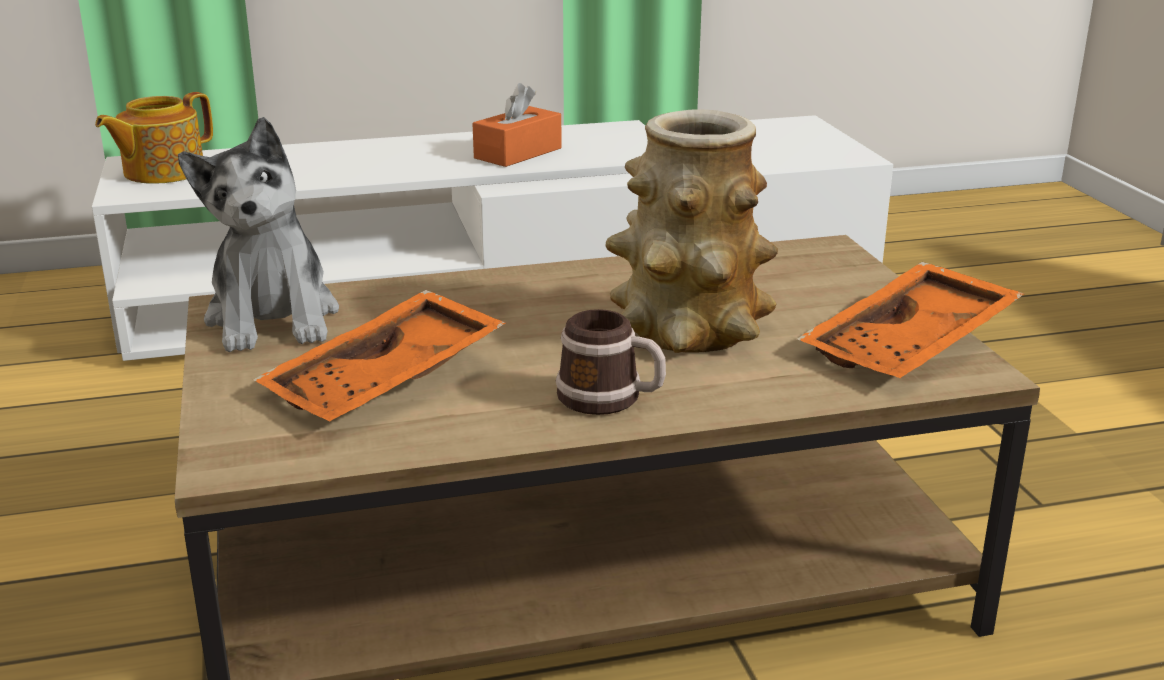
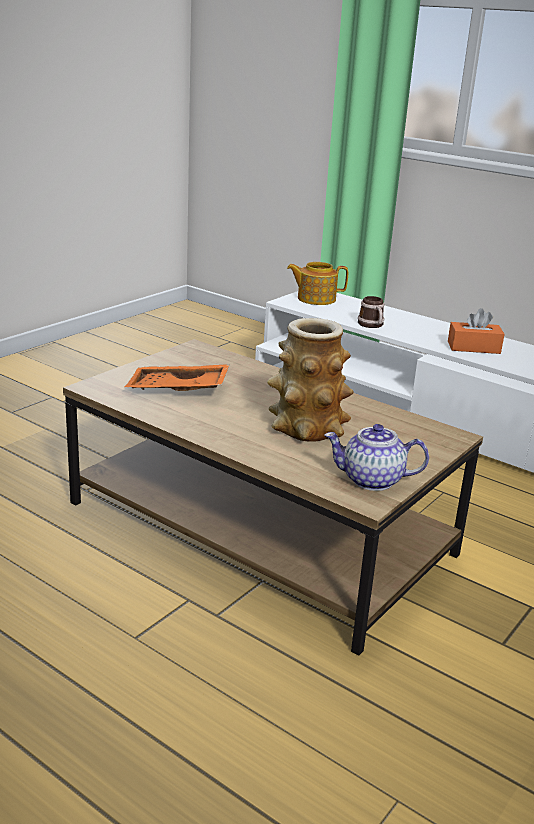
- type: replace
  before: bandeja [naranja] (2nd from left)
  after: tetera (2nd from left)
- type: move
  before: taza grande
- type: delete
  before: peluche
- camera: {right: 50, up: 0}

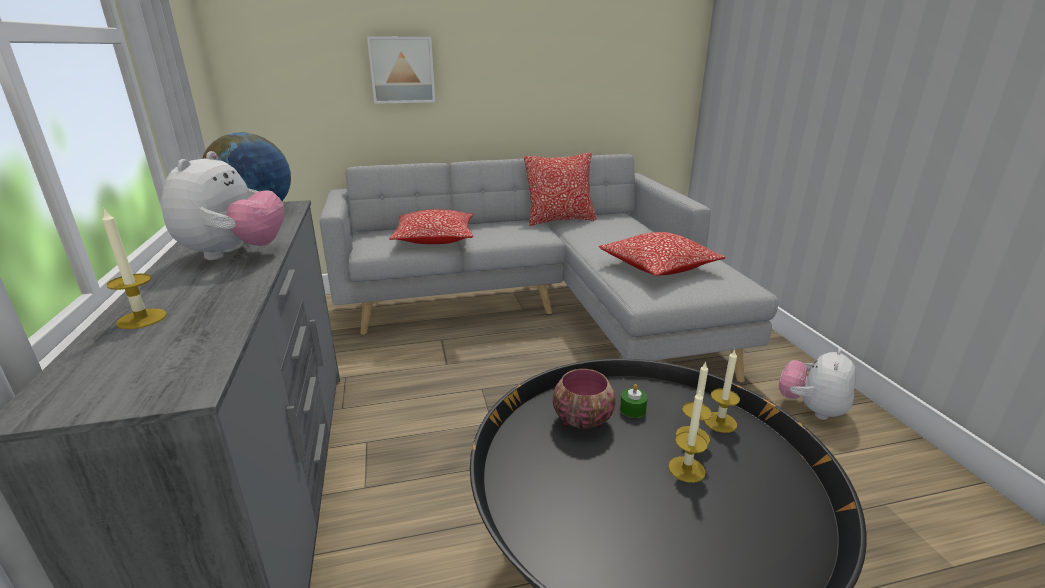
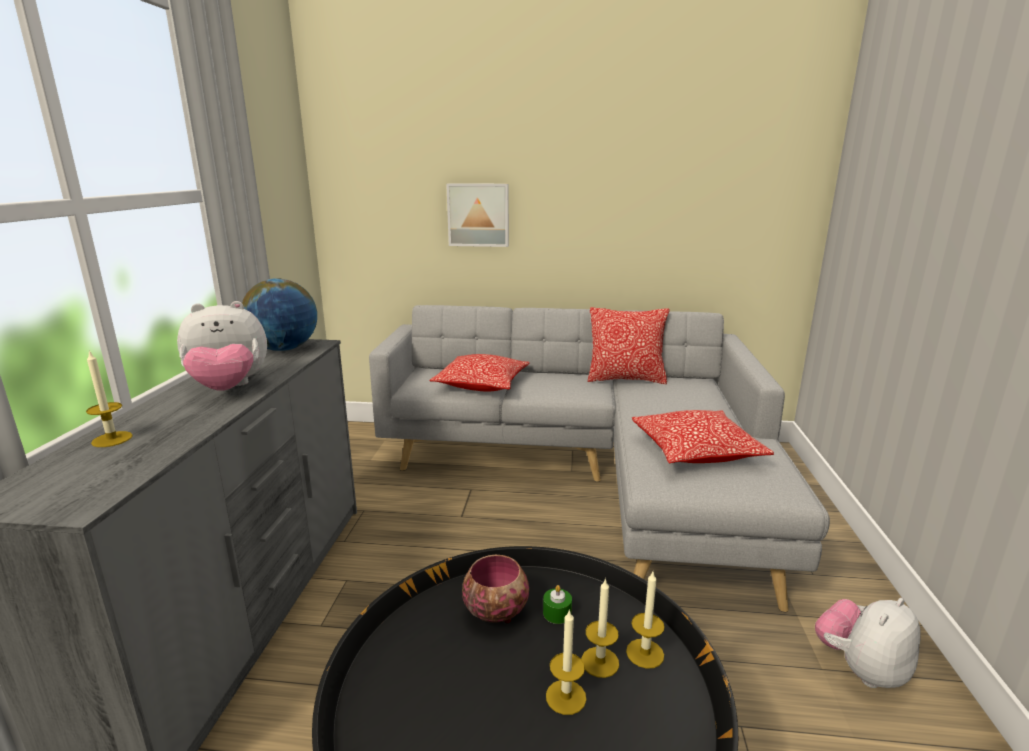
- type: rotate
  before: peluche (1st from left)
  turn: 45
- camera: {right: 20, up: -5}

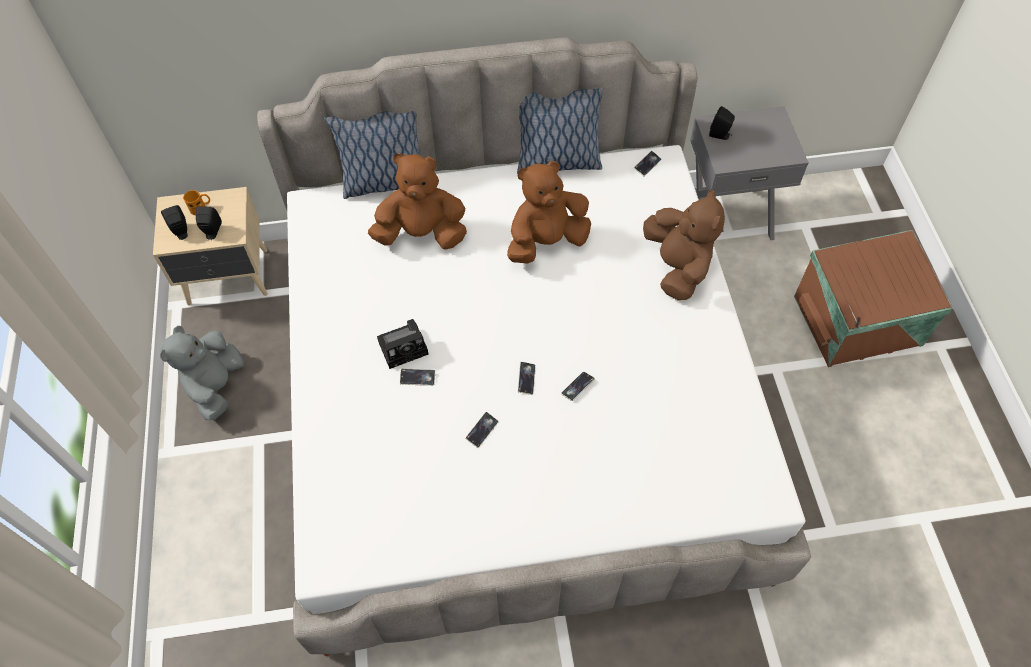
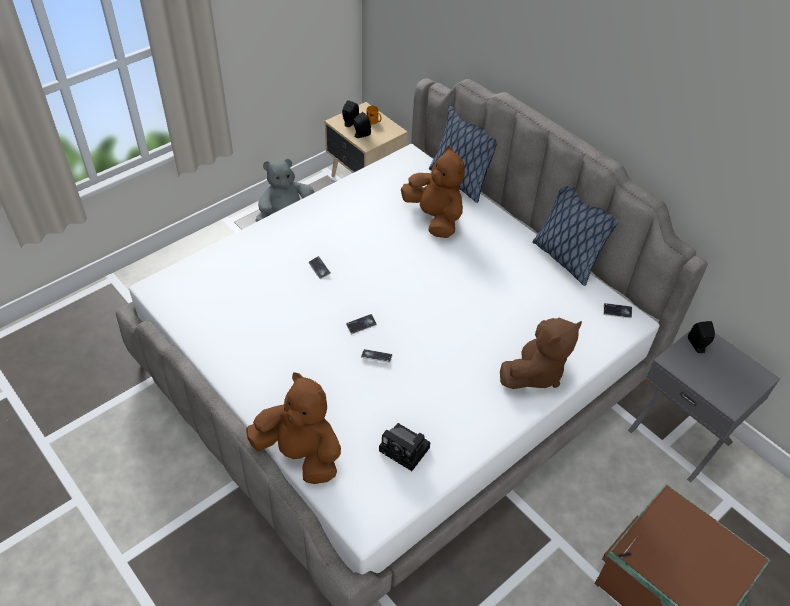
- type: move
  before: peluche [marrón] (2nd from left in the first image)
  after: peluche [marrón] (1st from left)
- type: move
  before: cámara
- type: delete
  before: móvil (2nd from left)
- camera: {right: 55, up: -10}

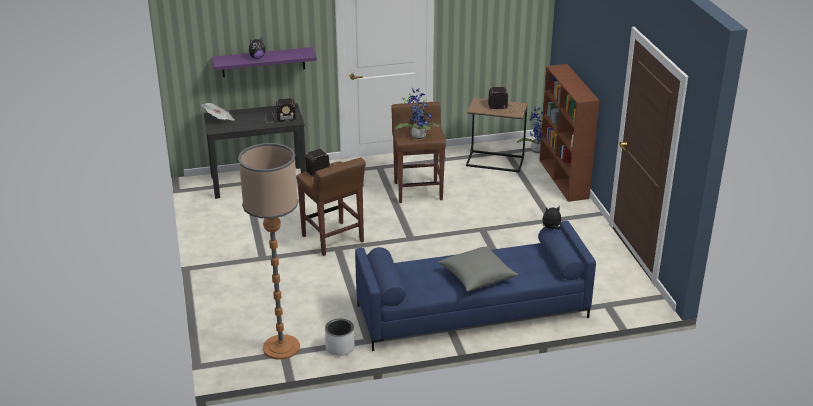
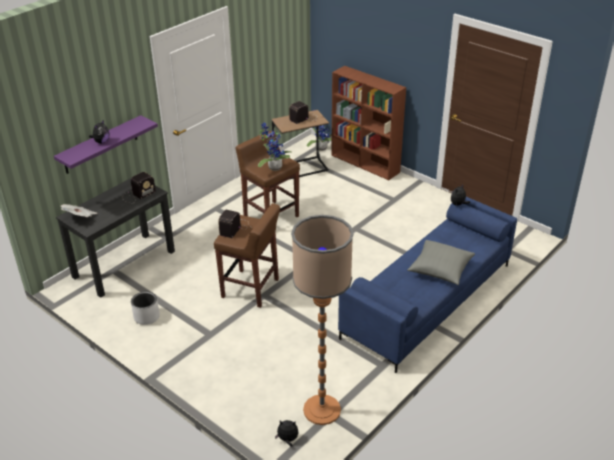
- type: move
  before: maceta [blanco]
- type: insert
  after: peluche (2nd from left)
- camera: {right: -35, up: 5}

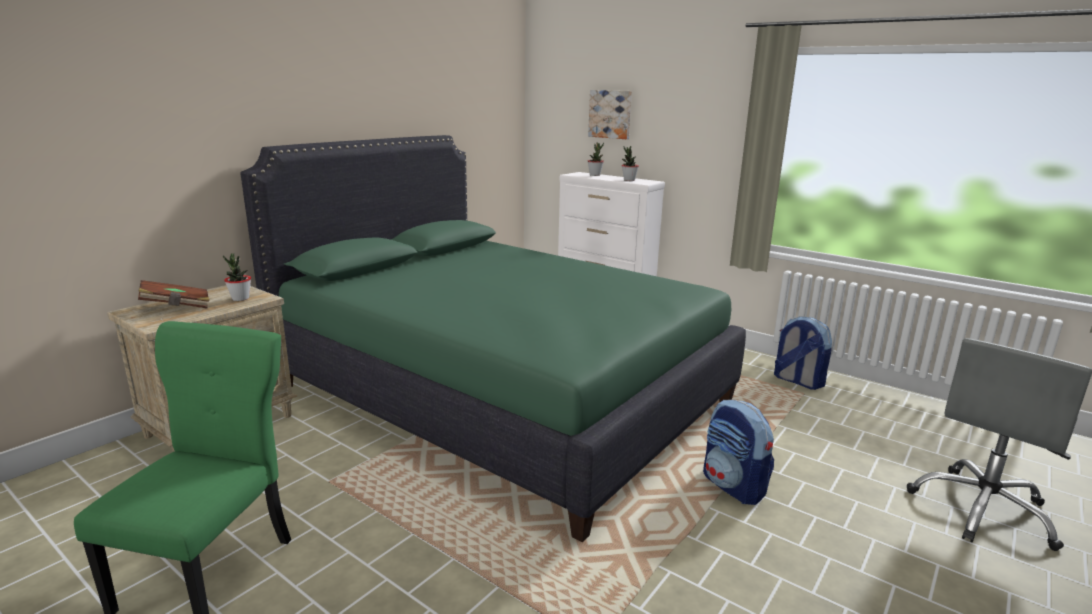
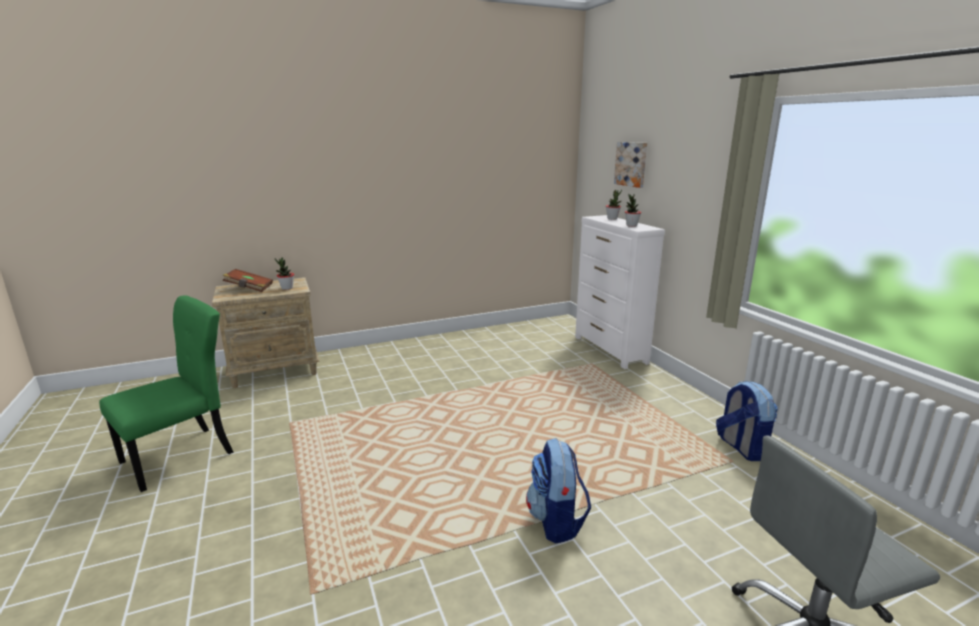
- type: delete
  before: cama [verde]
- camera: {right: 30, up: 0}

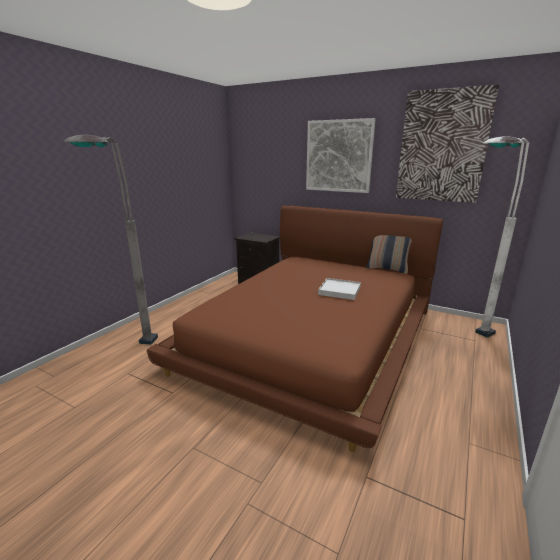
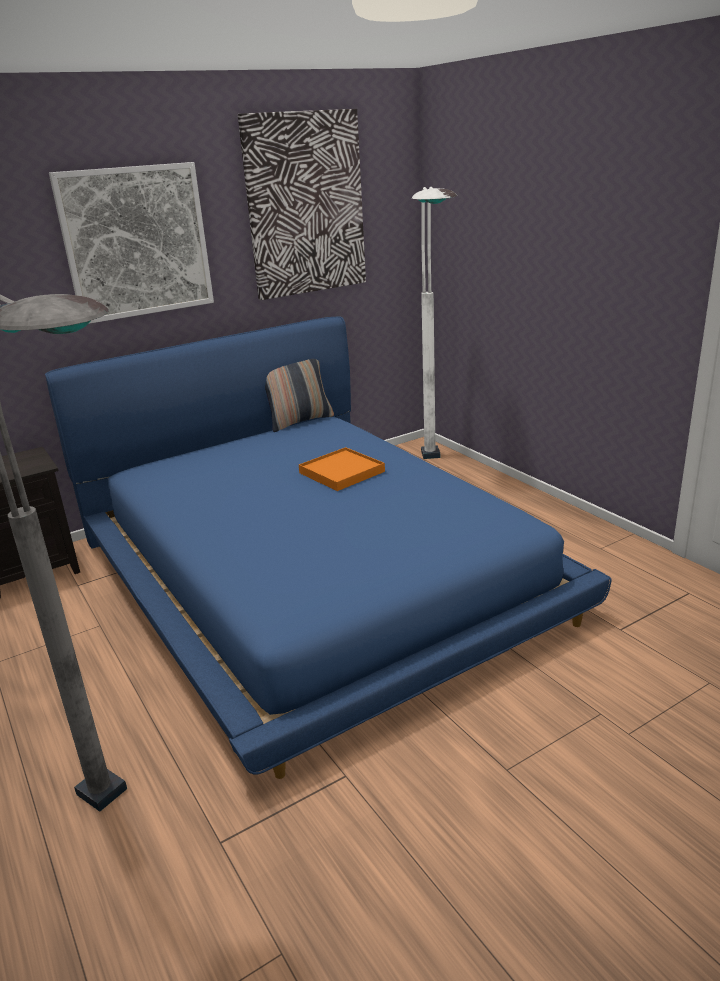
- type: recolor
  before: cama [marrón]
  after: cama [azul]
- type: recolor
  before: bandeja [blanco]
  after: bandeja [naranja]
- camera: {right: -60, up: 5}

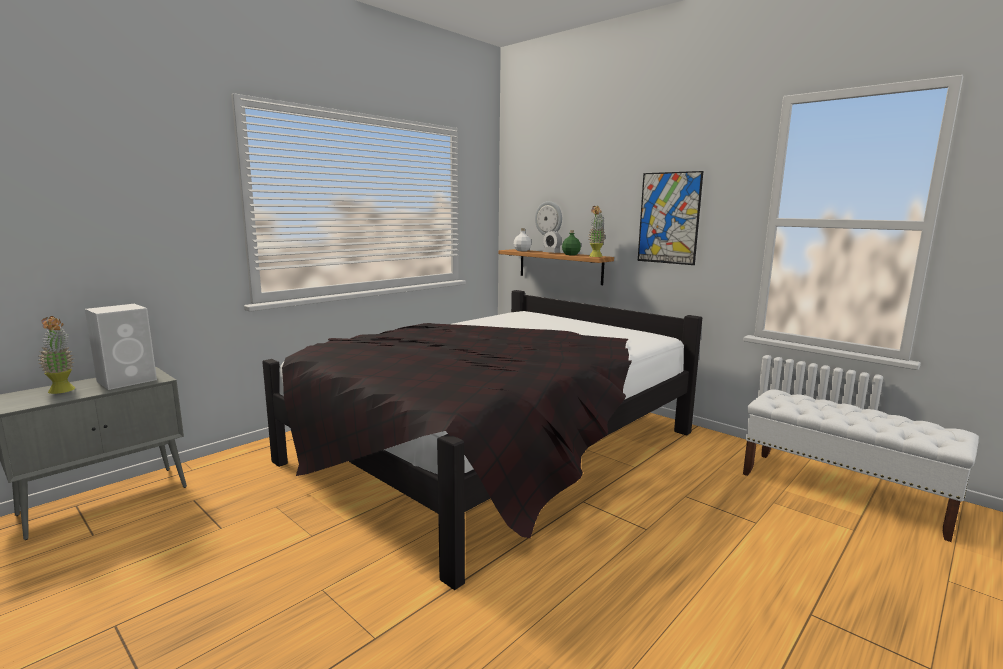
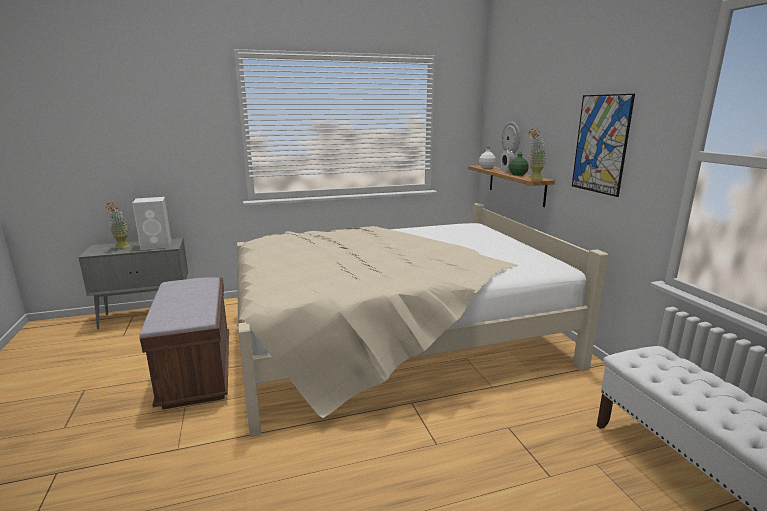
- type: insert
  after: banco [marrón]
- type: recolor
  before: cama [negro]
  after: cama [beis]
- camera: {right: 30, up: 5}

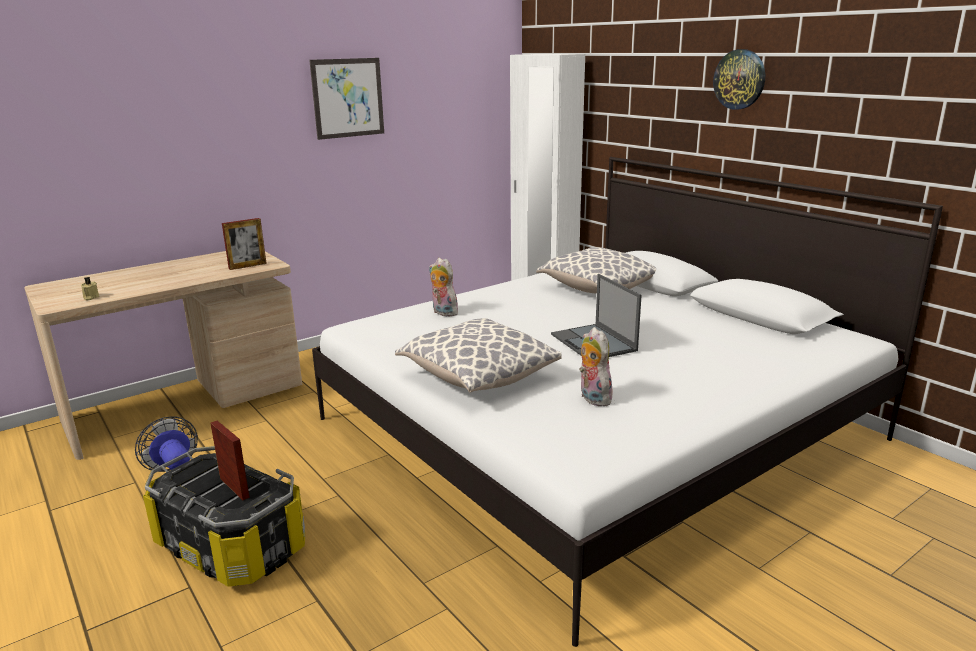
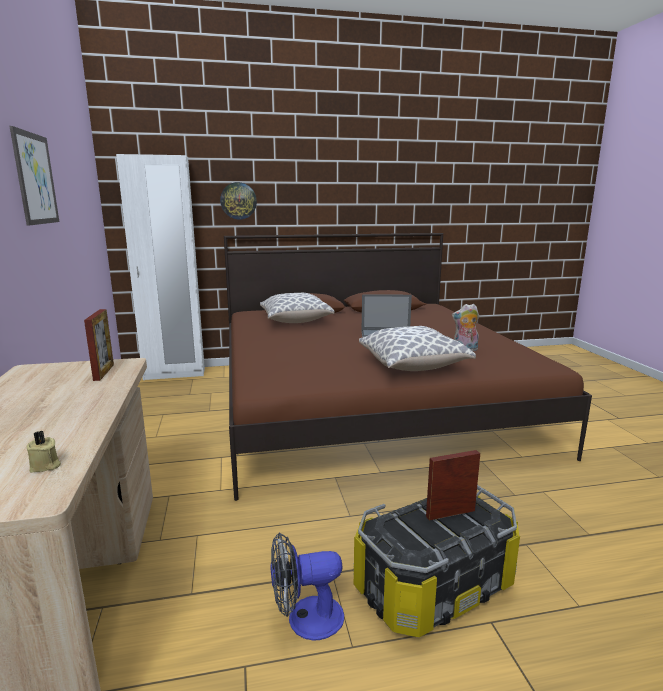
- type: move
  before: reloj de pared
- type: recolor
  before: cama [blanco]
  after: cama [marrón]
- type: delete
  before: peluche (1st from left)
- camera: {right: -65, up: -5}

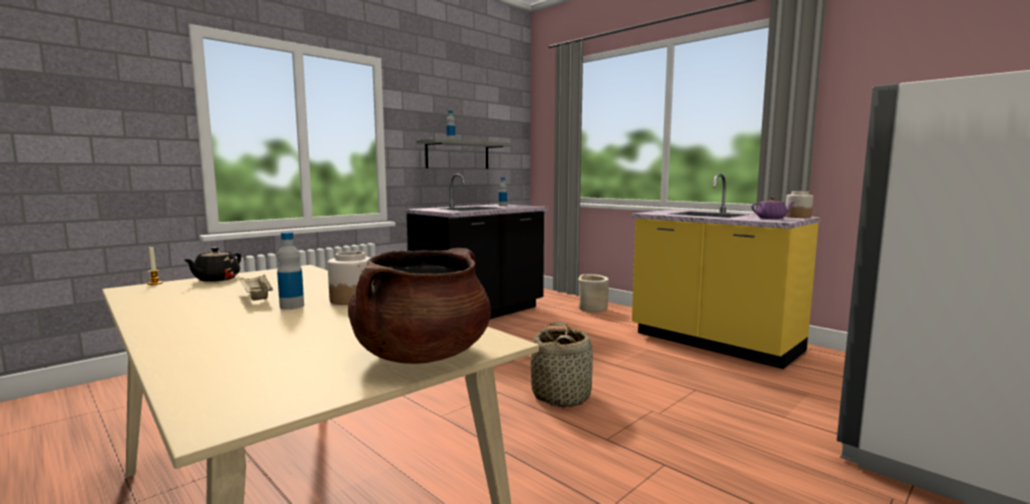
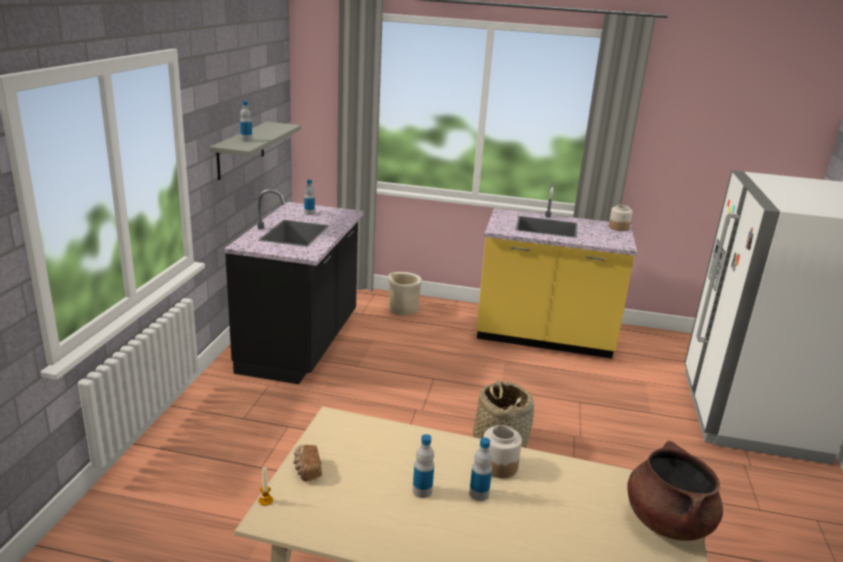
- type: replace
  before: tetera [negro]
  after: pan
- type: replace
  before: bandeja [beis]
  after: botella (3rd from left)
- type: delete
  before: tetera [morado]
- camera: {right: -35, up: 15}

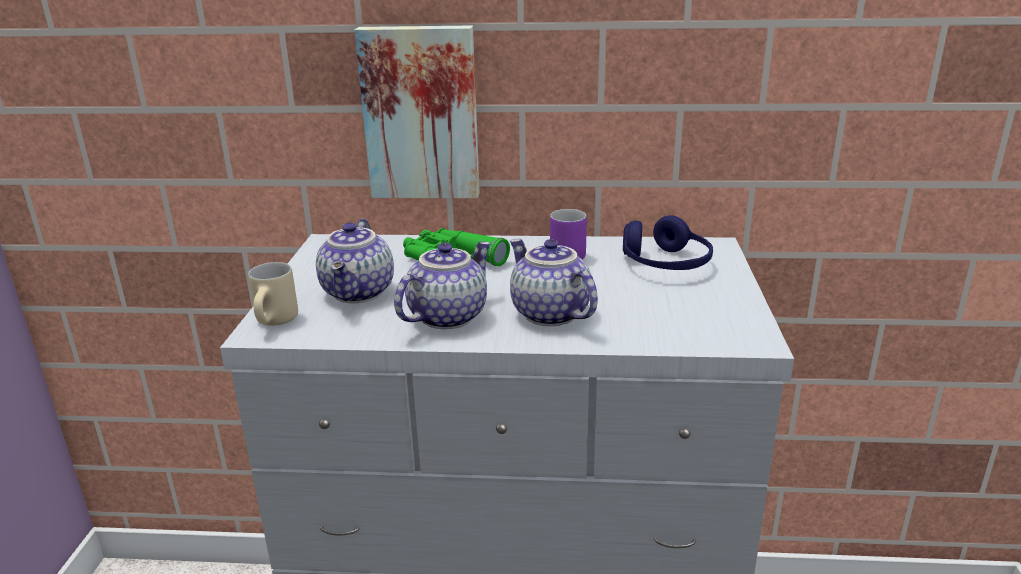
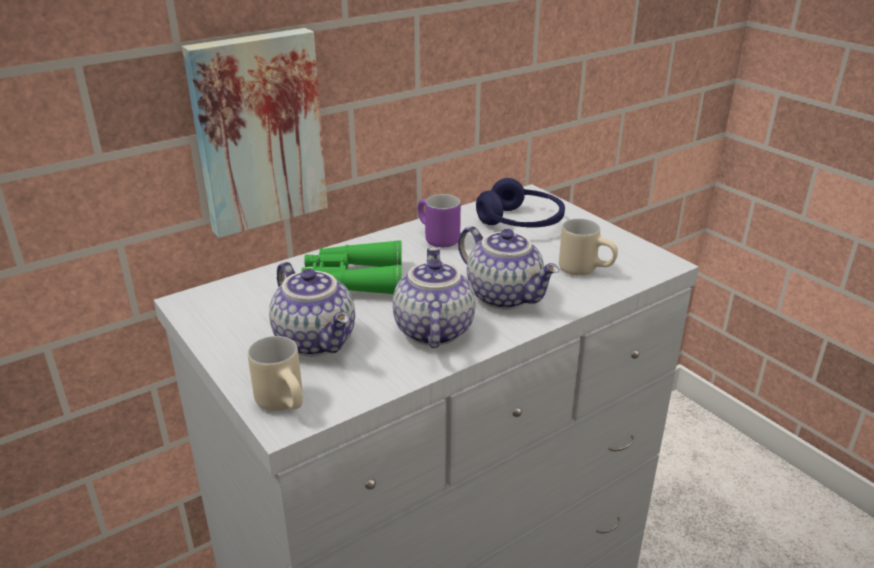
- type: rotate
  before: tetera (3rd from left)
  turn: -150
- type: insert
  after: taza grande [beis] (2nd from left)
- camera: {right: -40, up: 5}

